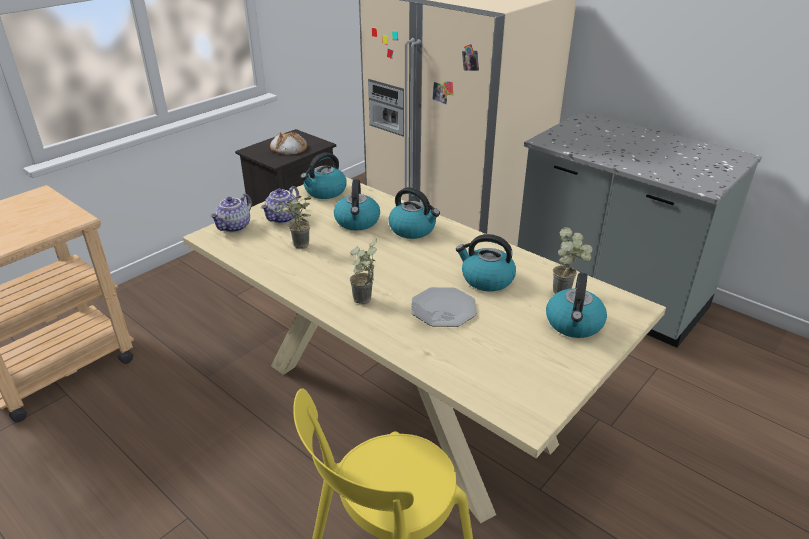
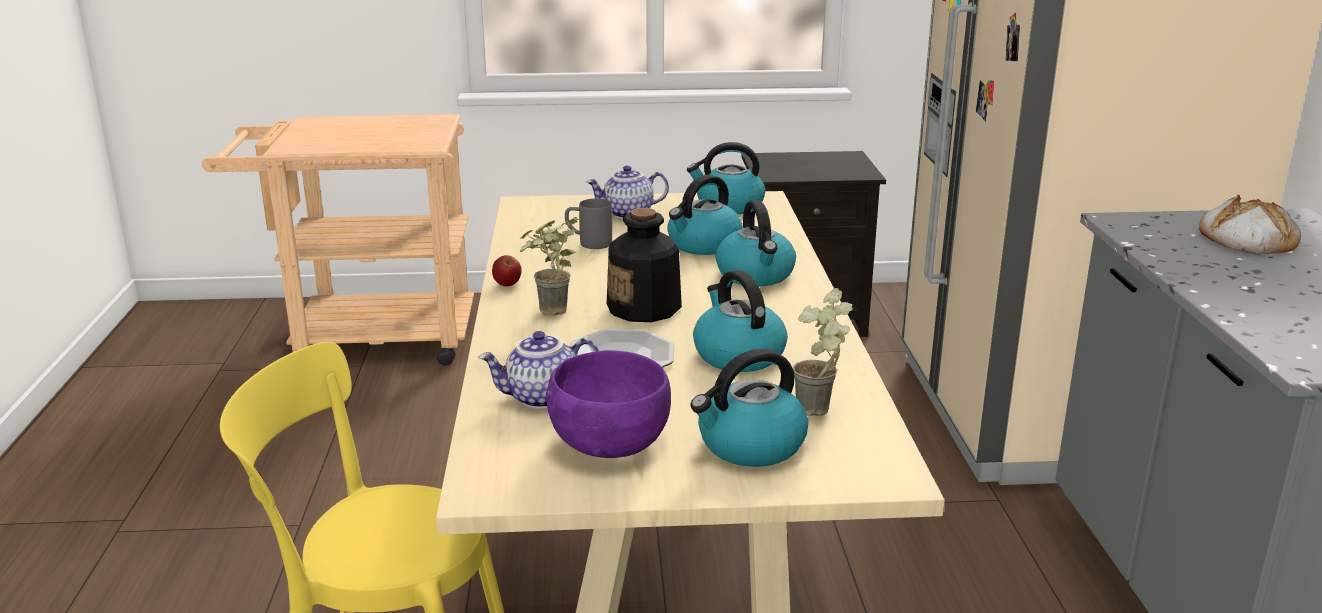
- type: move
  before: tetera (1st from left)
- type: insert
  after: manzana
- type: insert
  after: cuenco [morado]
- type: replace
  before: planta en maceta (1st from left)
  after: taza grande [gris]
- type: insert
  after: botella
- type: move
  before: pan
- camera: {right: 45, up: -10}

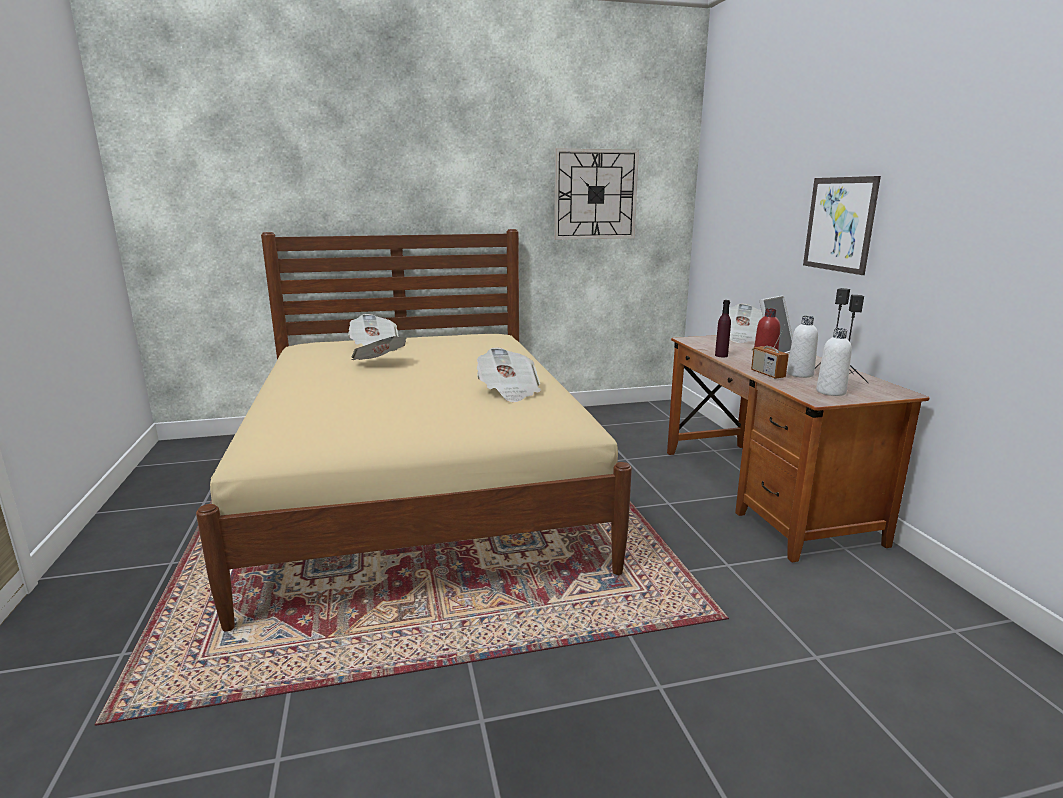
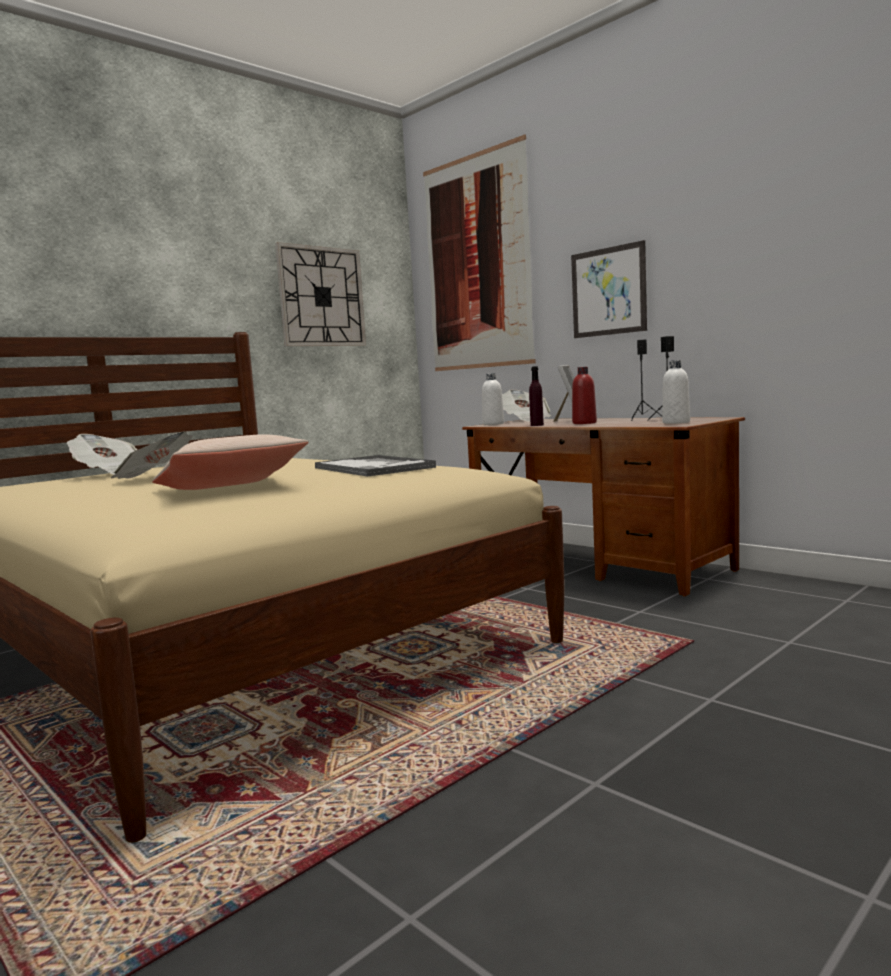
- type: insert
  after: cojín [beis]
- type: replace
  before: periódico (3rd from left)
  after: bandeja
- type: insert
  after: cuadro (1st from left)
- type: move
  before: botella [blanco] (1st from left)
- type: delete
  before: radio
- camera: {right: -30, up: -10}

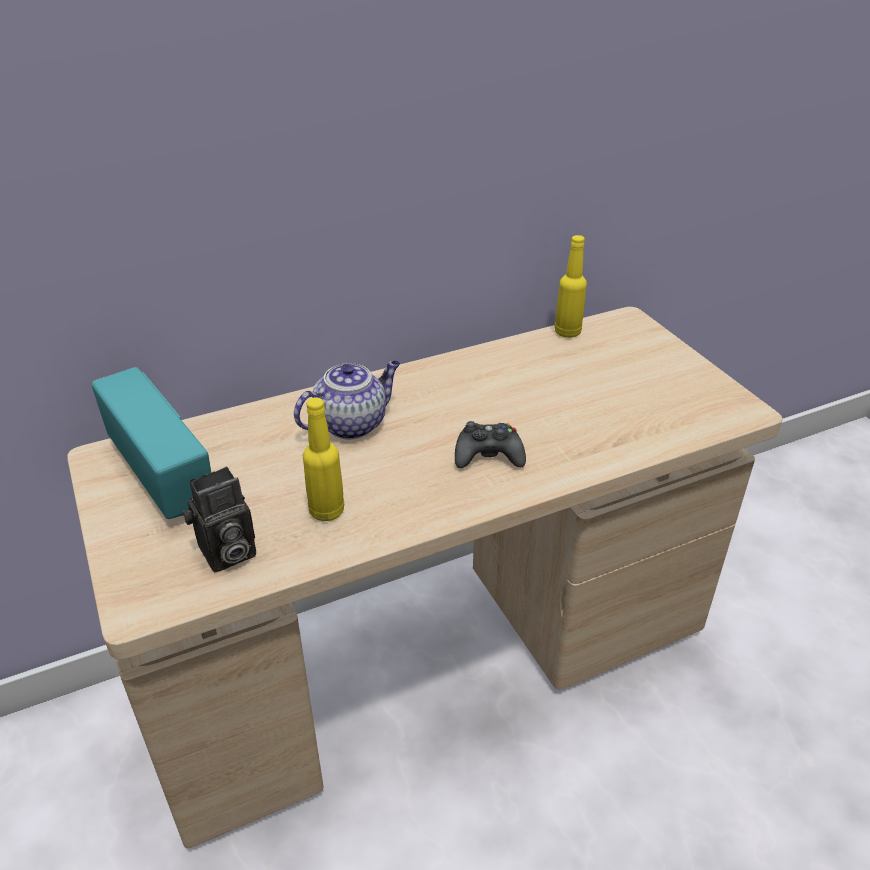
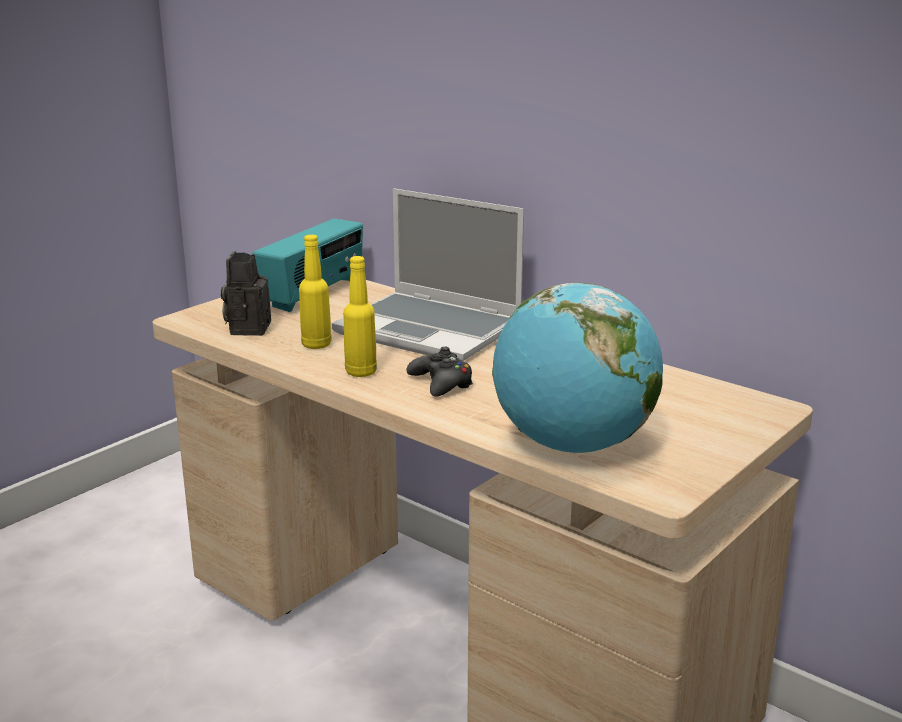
- type: rotate
  before: cámara
  turn: 60
- type: replace
  before: tetera
  after: portátil
- type: move
  before: botella [amarillo] (2nd from left)
- type: insert
  after: globo terráqueo
- camera: {right: 65, up: -15}

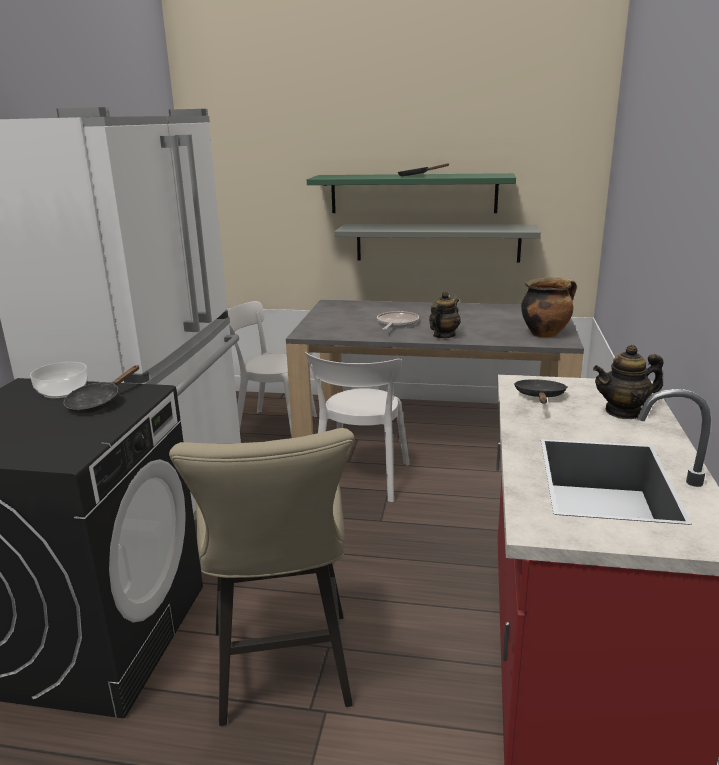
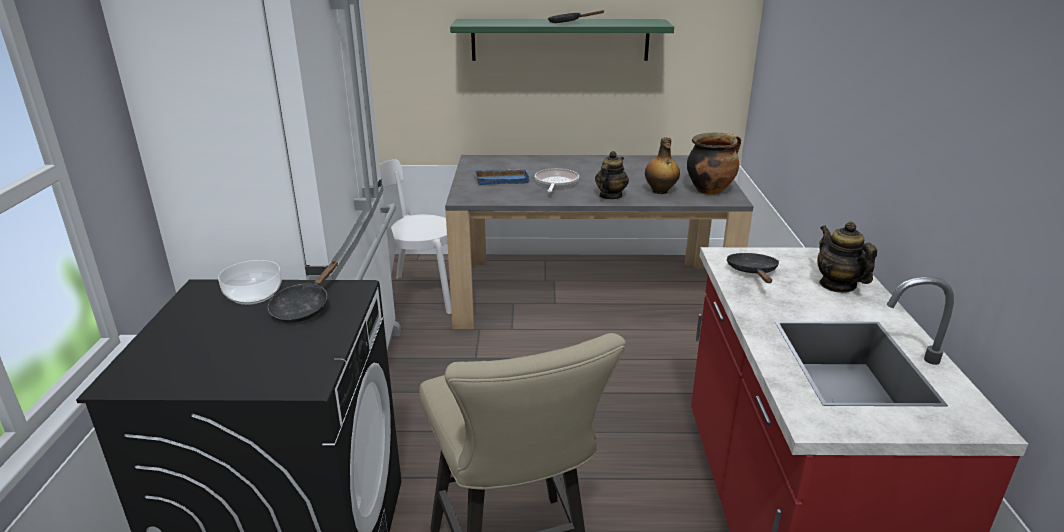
- type: insert
  after: bandeja [azul]
- type: insert
  after: botella
- type: rotate
  before: tetera (2nd from left)
  turn: 90
- type: delete
  before: silla [blanco] (2nd from left)
- type: delete
  before: estante [gris]
- camera: {right: -10, up: 5}

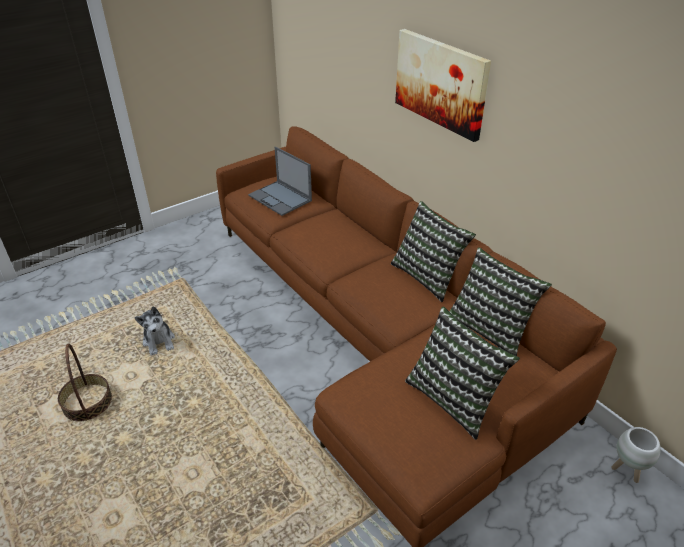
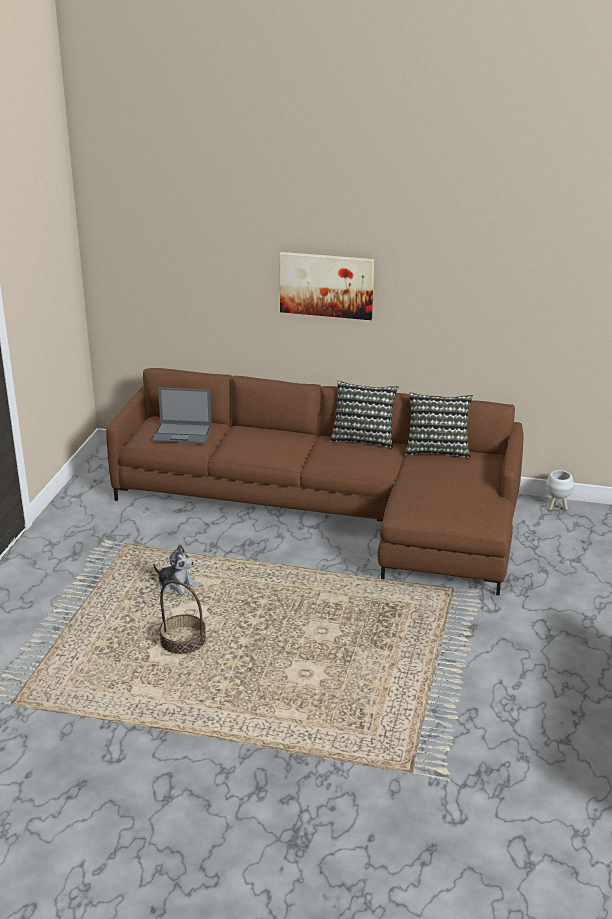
- type: delete
  before: cojín (2nd from left)
- camera: {right: -40, up: -10}

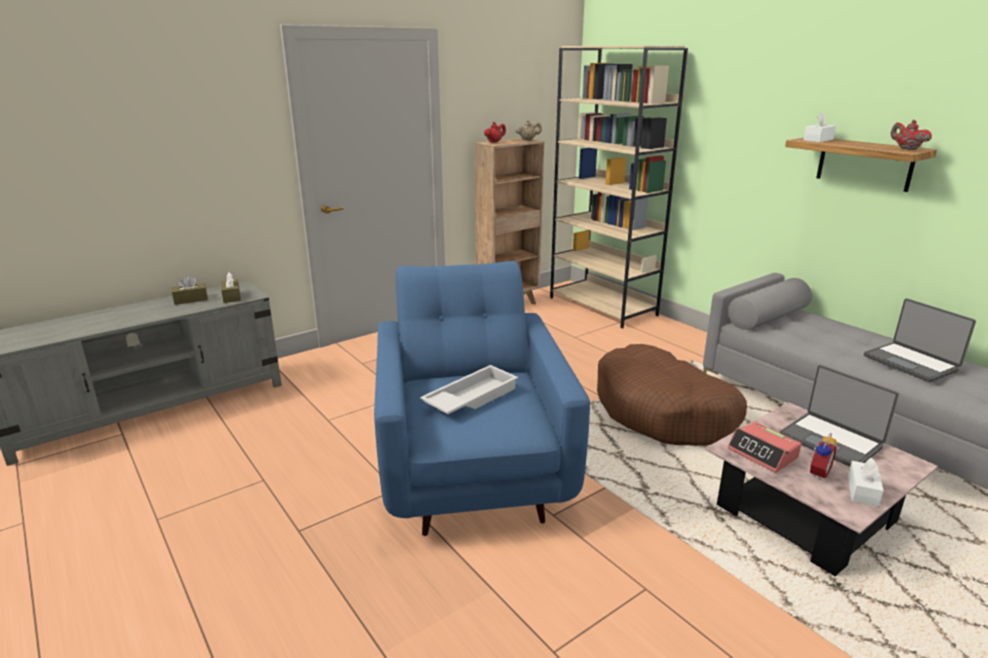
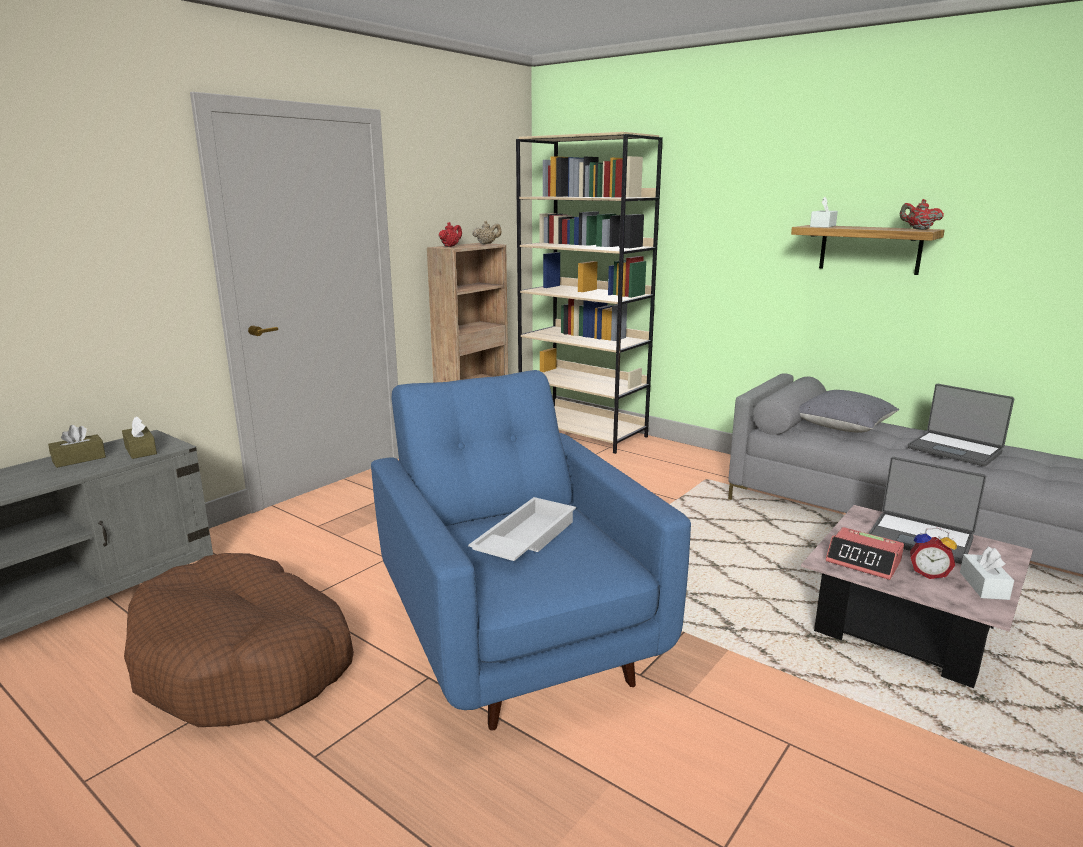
- type: move
  before: cama para perro [marrón]
- type: insert
  after: cojín [gris]
- type: rotate
  before: despertador (2nd from left)
  turn: 90
- camera: {right: -15, up: -5}

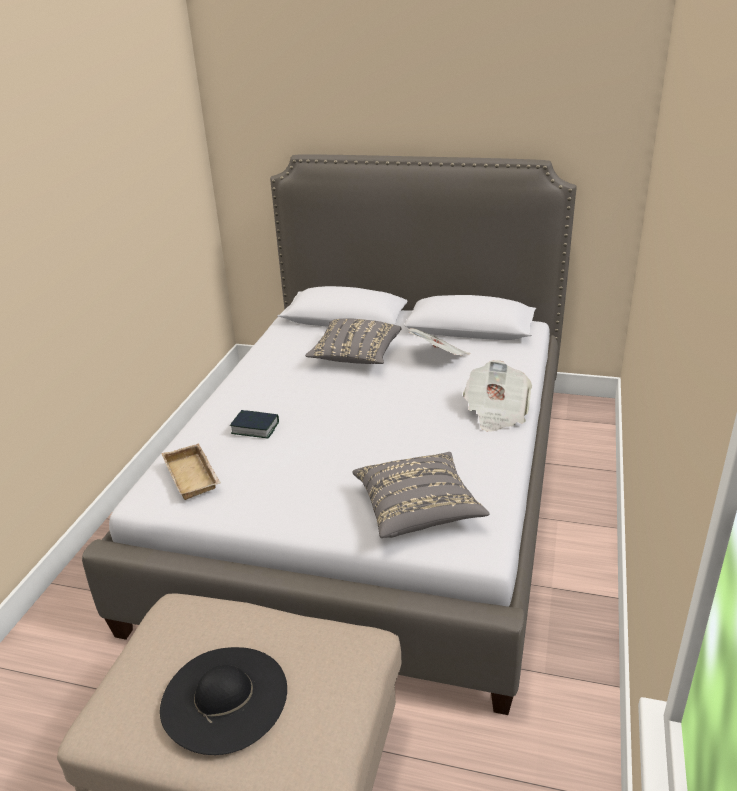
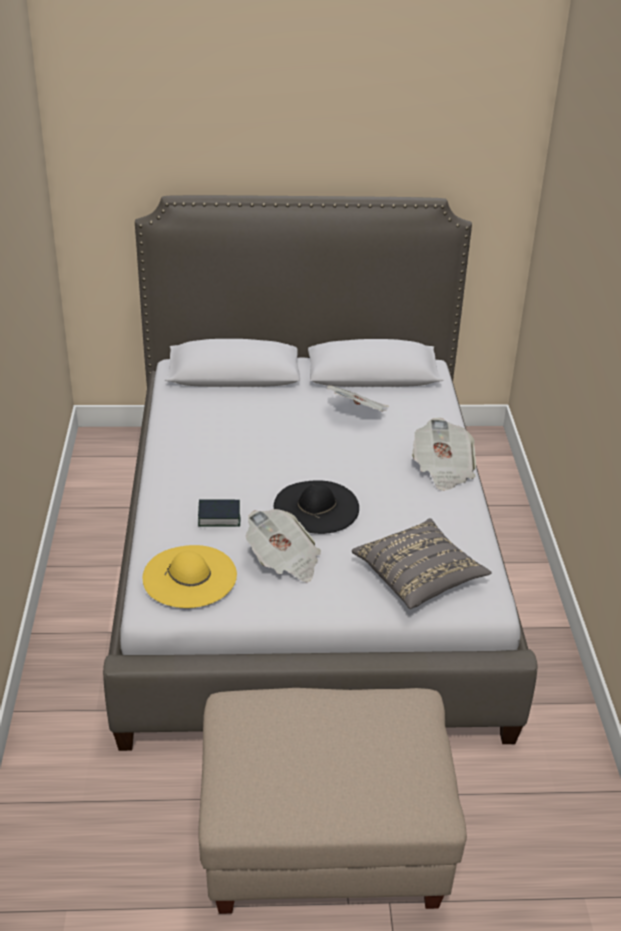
- type: replace
  before: bandeja [beis]
  after: sombrero [amarillo]
- type: insert
  after: periódico (1st from left)
- type: move
  before: sombrero [negro]
- type: delete
  before: cojín [gris] (1st from left)
- camera: {right: -20, up: 5}

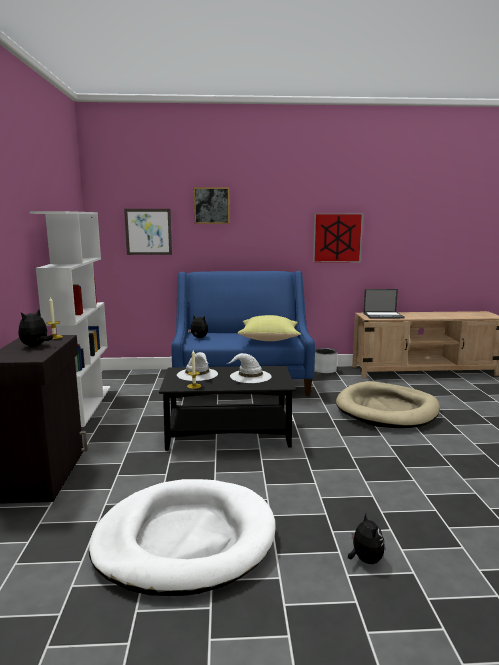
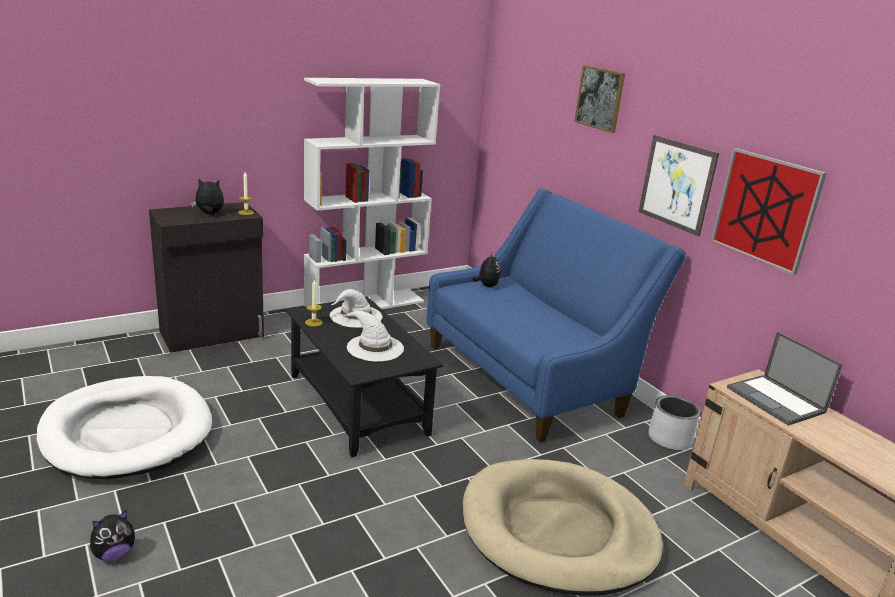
- type: move
  before: cuadro (1st from left in the first image)
  after: cuadro (2nd from left)
- type: delete
  before: cojín [amarillo]
- camera: {right: 60, up: 10}

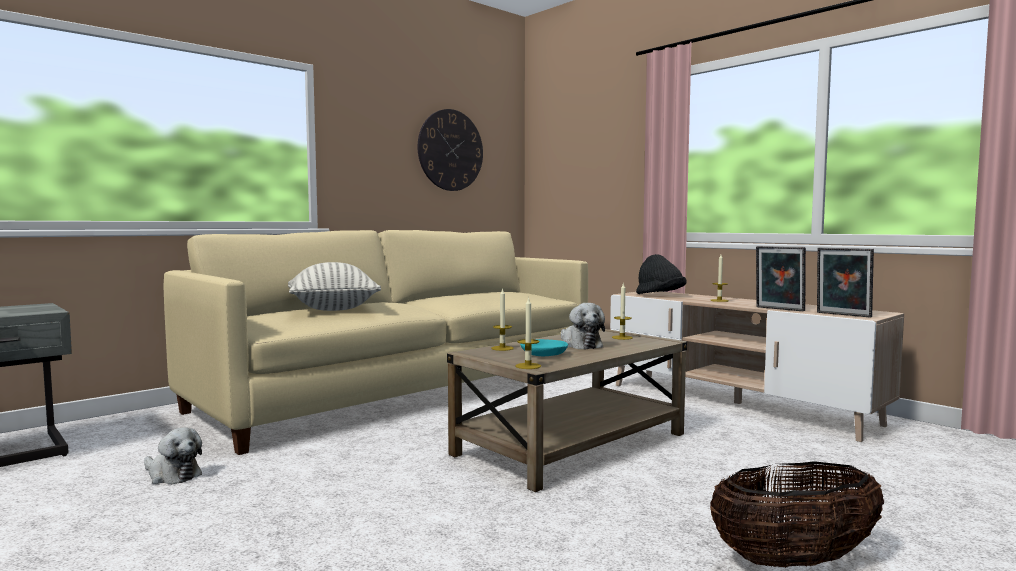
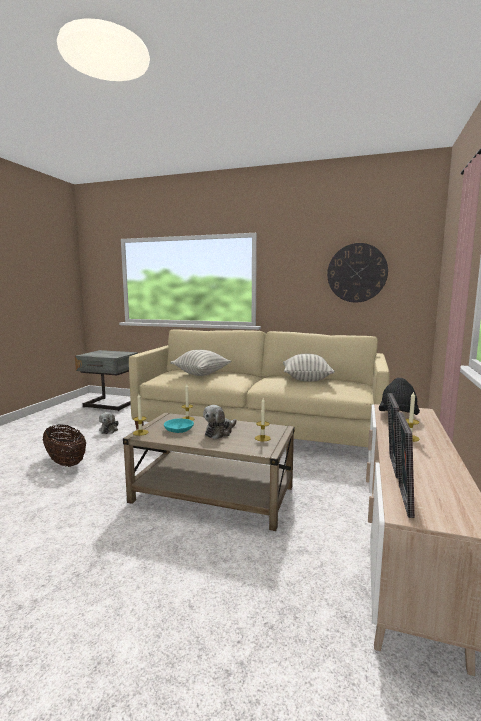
- type: move
  before: cesta
- type: insert
  after: cojín (2nd from left)
- camera: {right: 60, up: 5}

